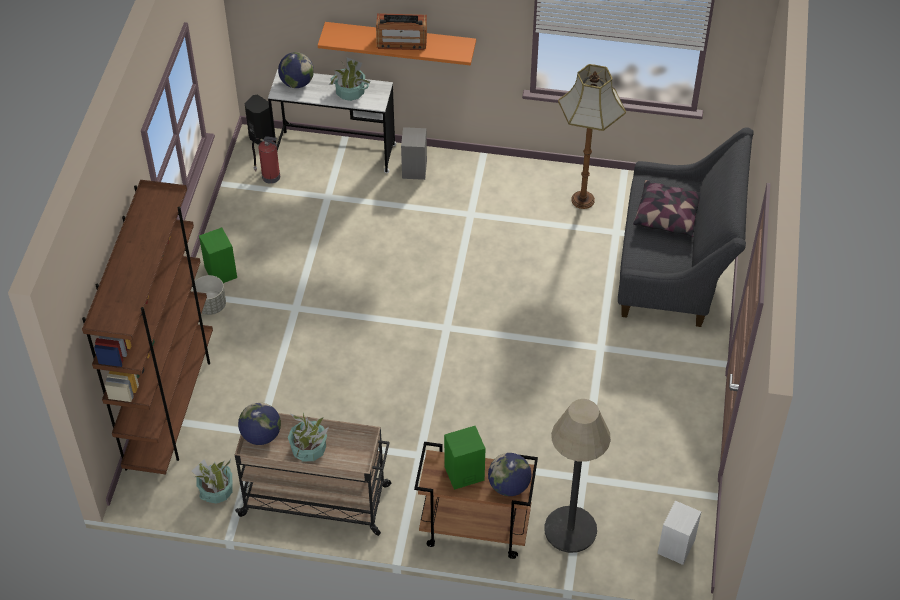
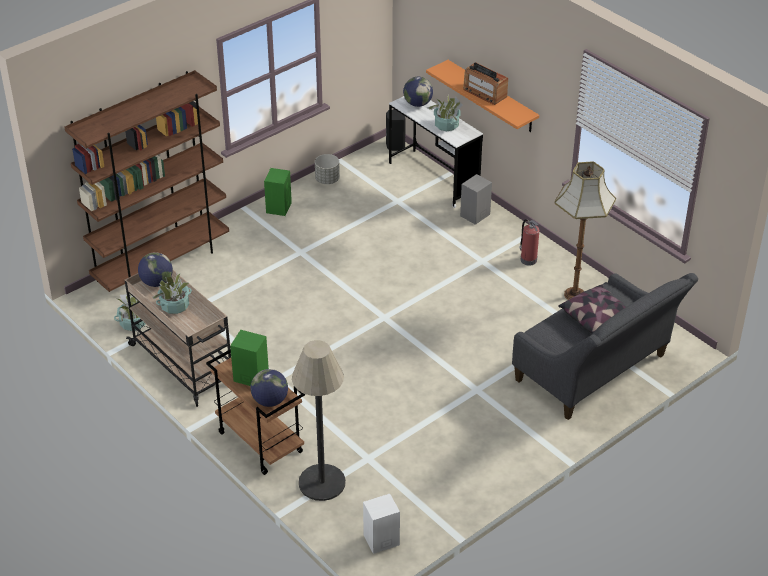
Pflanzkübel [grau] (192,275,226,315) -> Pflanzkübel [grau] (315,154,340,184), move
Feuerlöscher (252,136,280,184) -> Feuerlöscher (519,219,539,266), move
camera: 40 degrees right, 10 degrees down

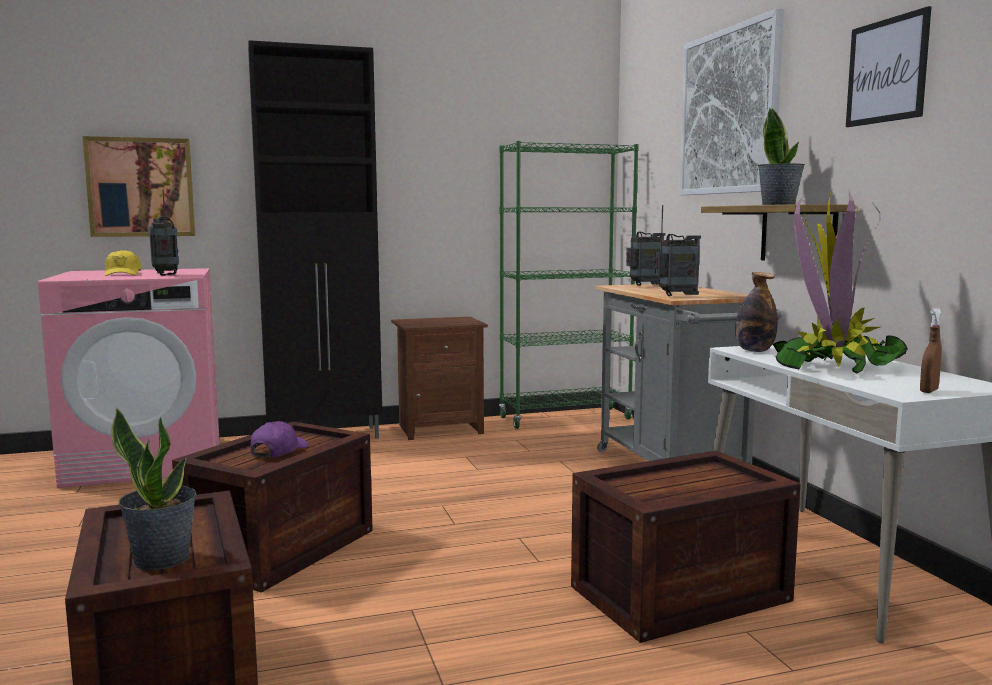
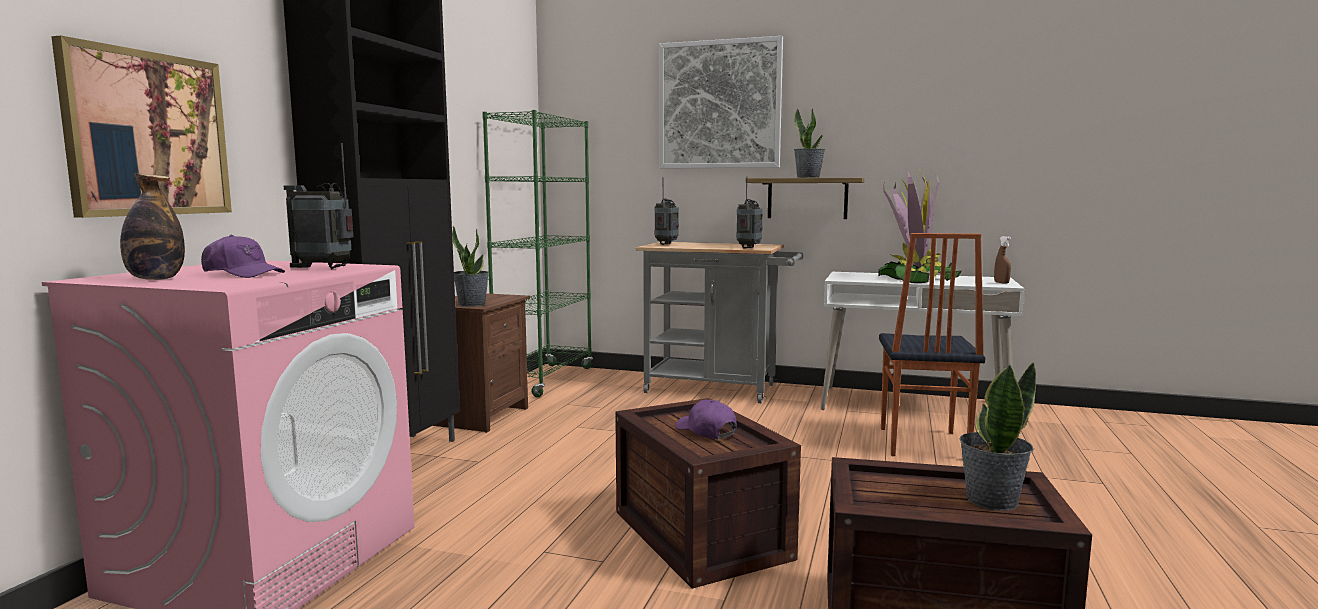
Bild (846,6,931,127) -> none
none -> Topfpflanze (452,226,489,307)
Flasche (735,272,778,352) -> Flasche (120,173,185,280), move
Kiste (571,451,801,643) -> Stuhl (879,233,986,456)
Kappe [gelb] (105,249,141,276) -> Kappe [lila] (201,235,285,278)
camera: 55 degrees left, 0 degrees up

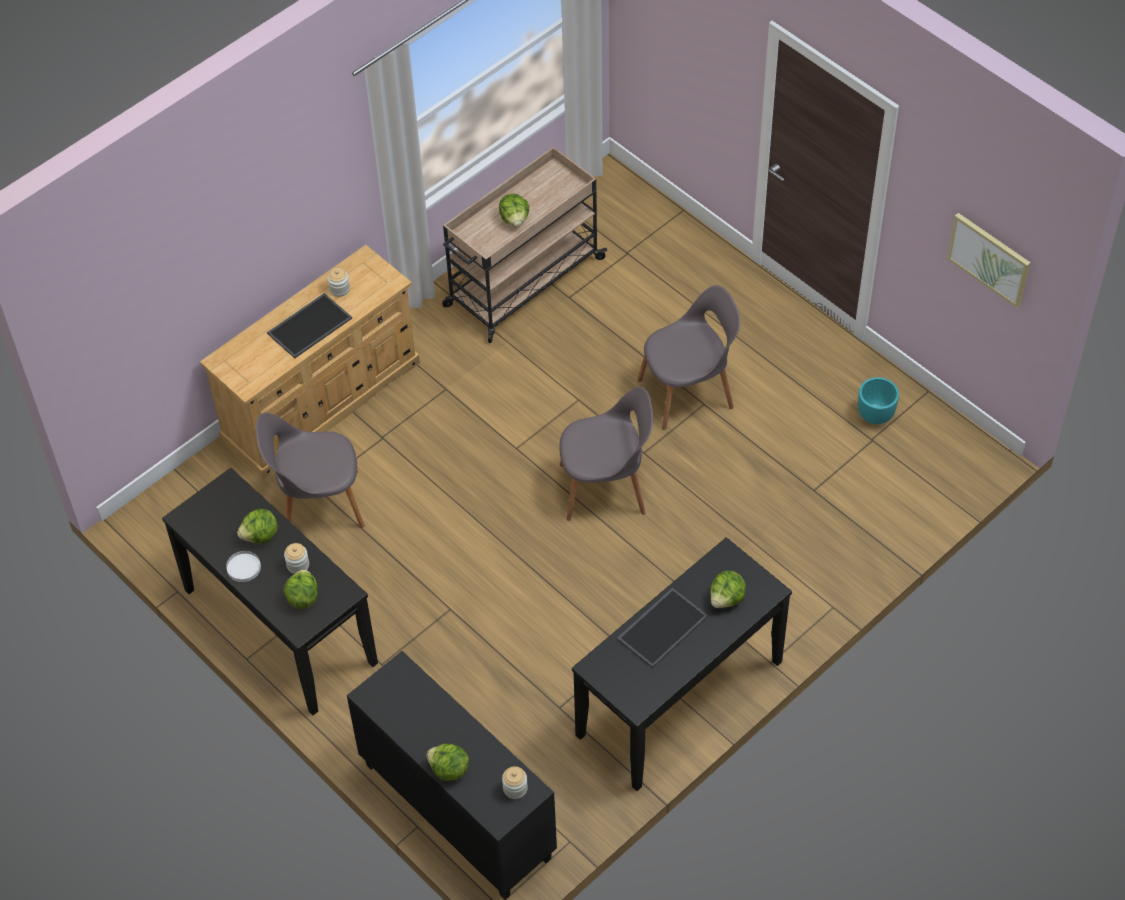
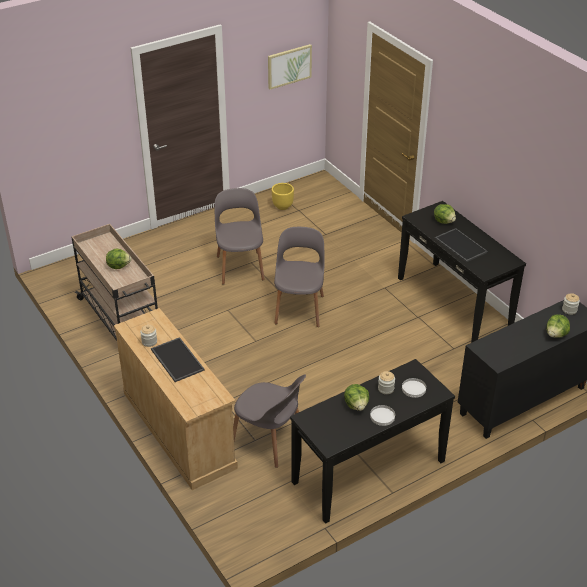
Salatkopf (283,569,318,609) -> Teller [weiß] (402,378,426,398)
Pflanzkübel [türkis] (858,377,899,424) -> Pflanzkübel [gelb] (272,183,294,210)
Stuhl [grau] (256,413,365,528) -> Stuhl [grau] (233,374,306,468), 60 degrees counterclockwise
camera: 80 degrees left, 15 degrees down

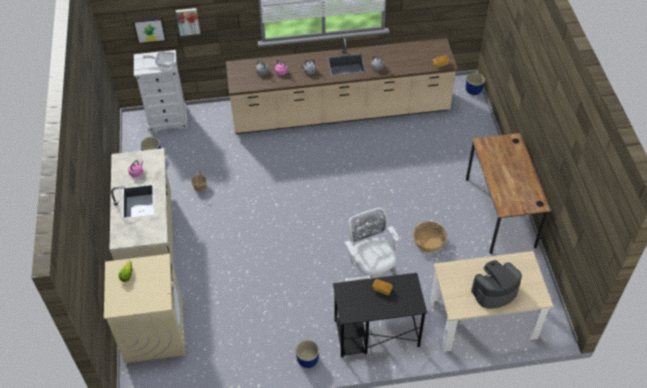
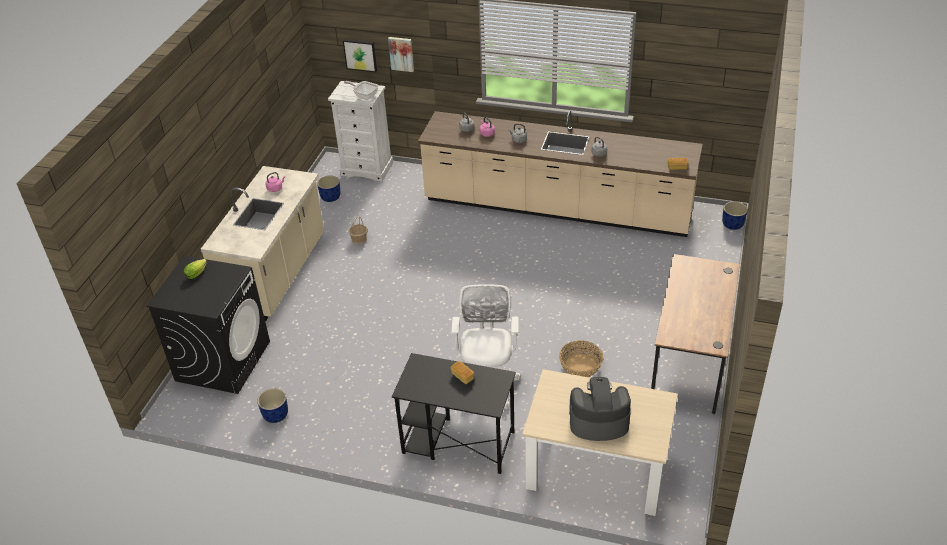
Pflanzkübel [blau] (296,340,319,368) -> Pflanzkübel [blau] (257,388,288,423), move
Waschmaschine [beige] (104,254,185,363) -> Waschmaschine [schwarz] (146,256,270,394)
camera: 25 degrees right, 10 degrees down

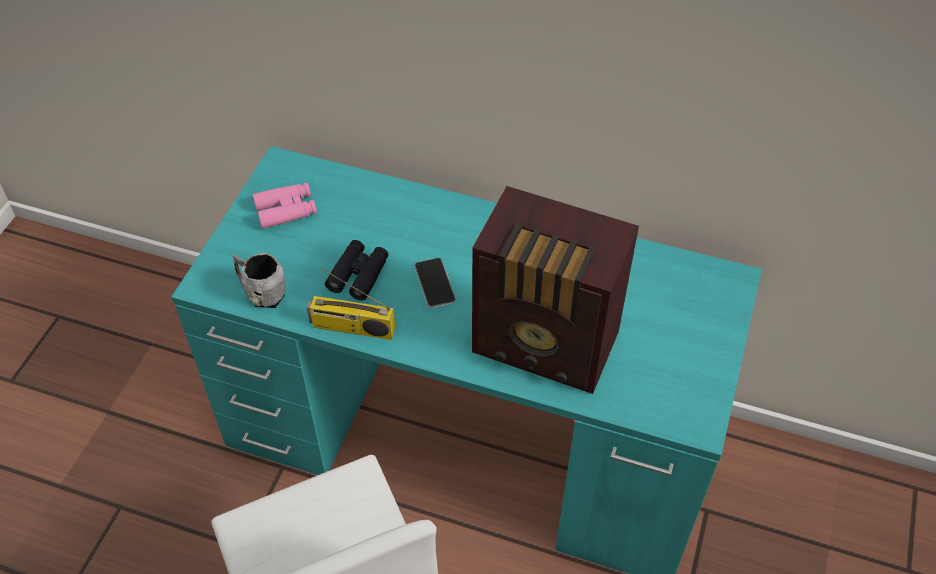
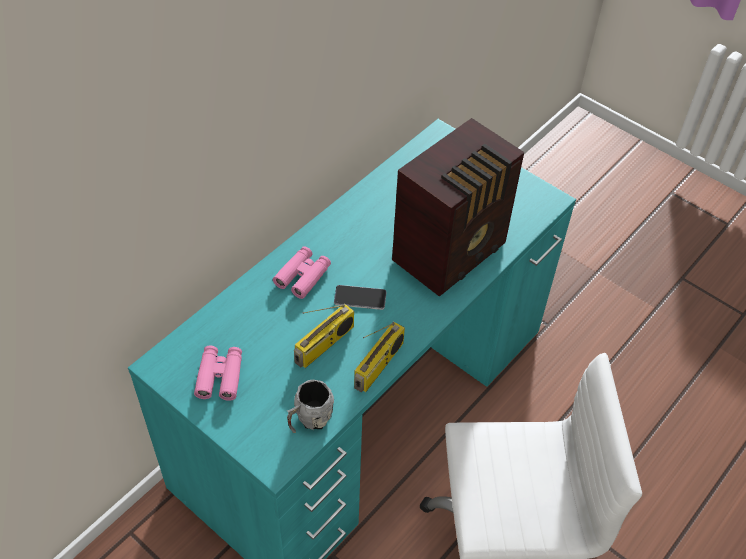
none -> Fernglas [rosa] (273,246,331,299)
Fernglas [schwarz] (325,240,389,301) -> Radio (294,304,354,368)
camera: 70 degrees left, 0 degrees up

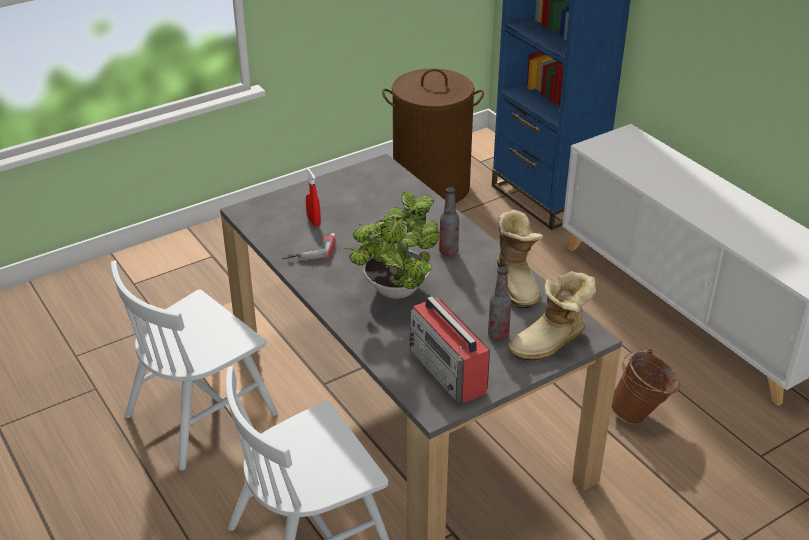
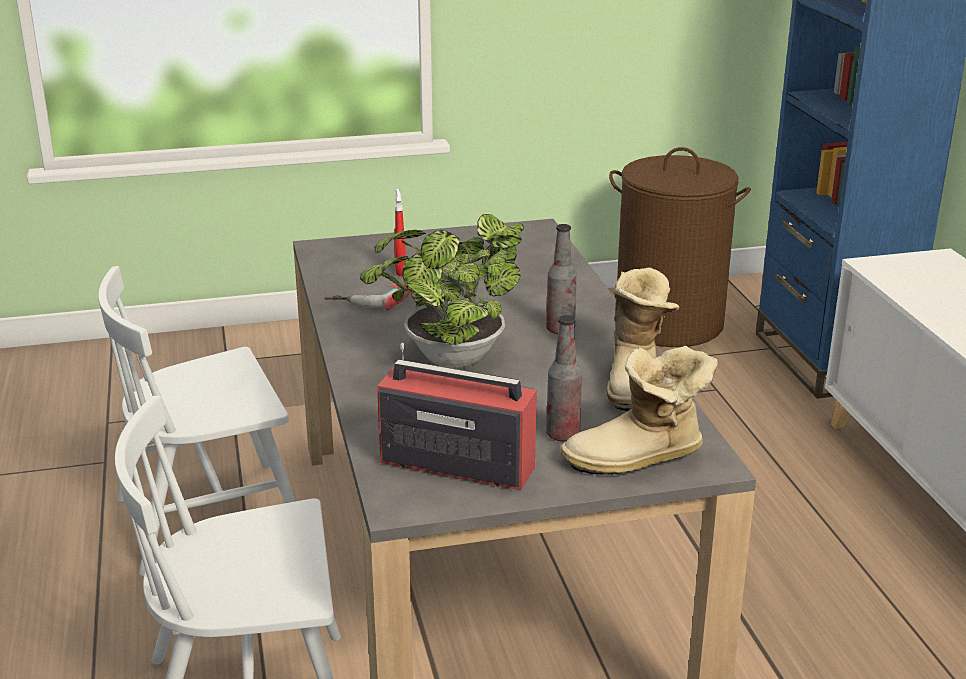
Eimer [braun] (611,349,680,424) -> none
Radio (409,296,490,404) -> Radio (377,343,537,490), 120 degrees clockwise
camera: 20 degrees right, 10 degrees down

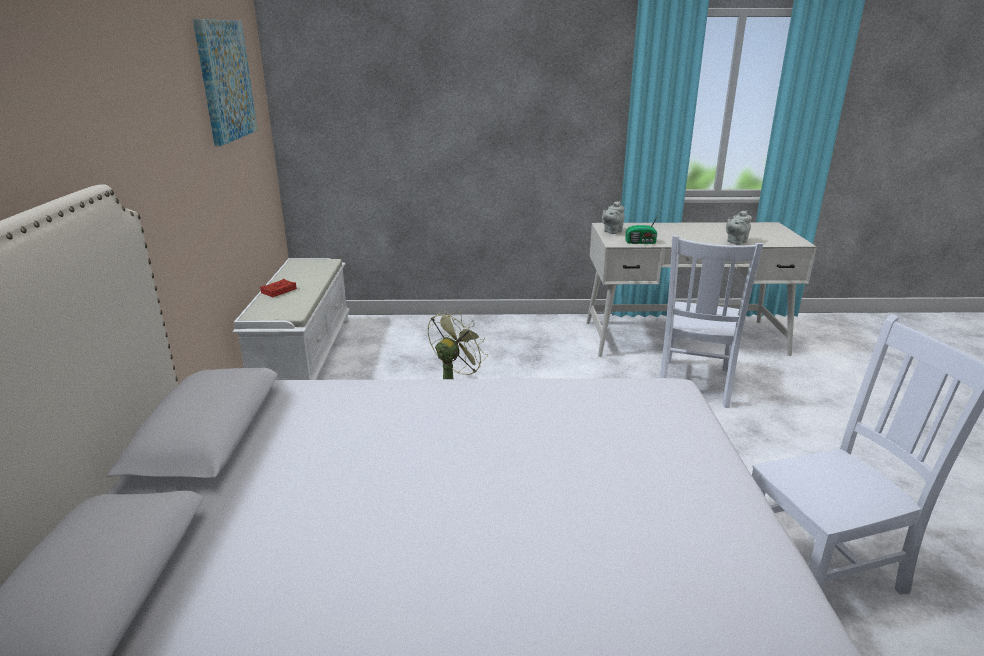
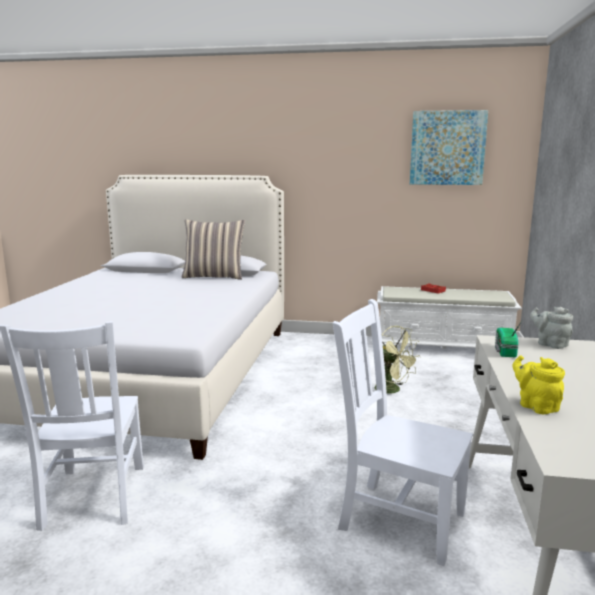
none -> Kissen (182,219,245,280)
Teekanne [grau] (726,210,752,245) -> Teekanne [gelb] (512,355,565,414)
camera: 100 degrees right, 10 degrees down

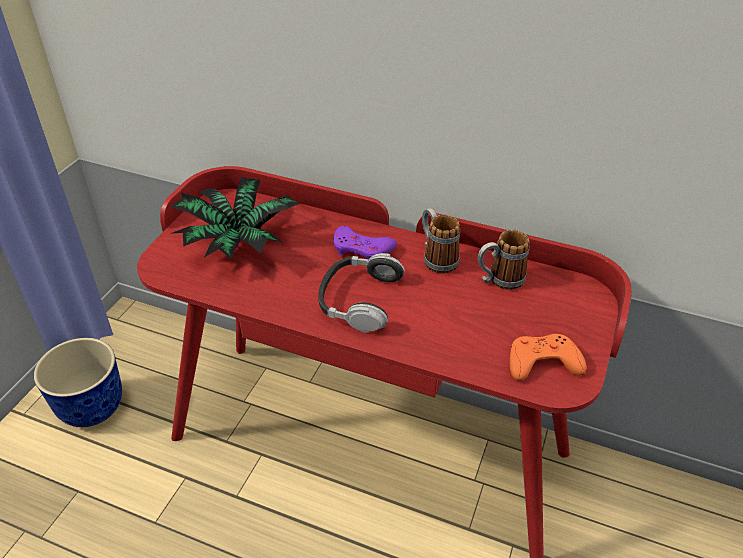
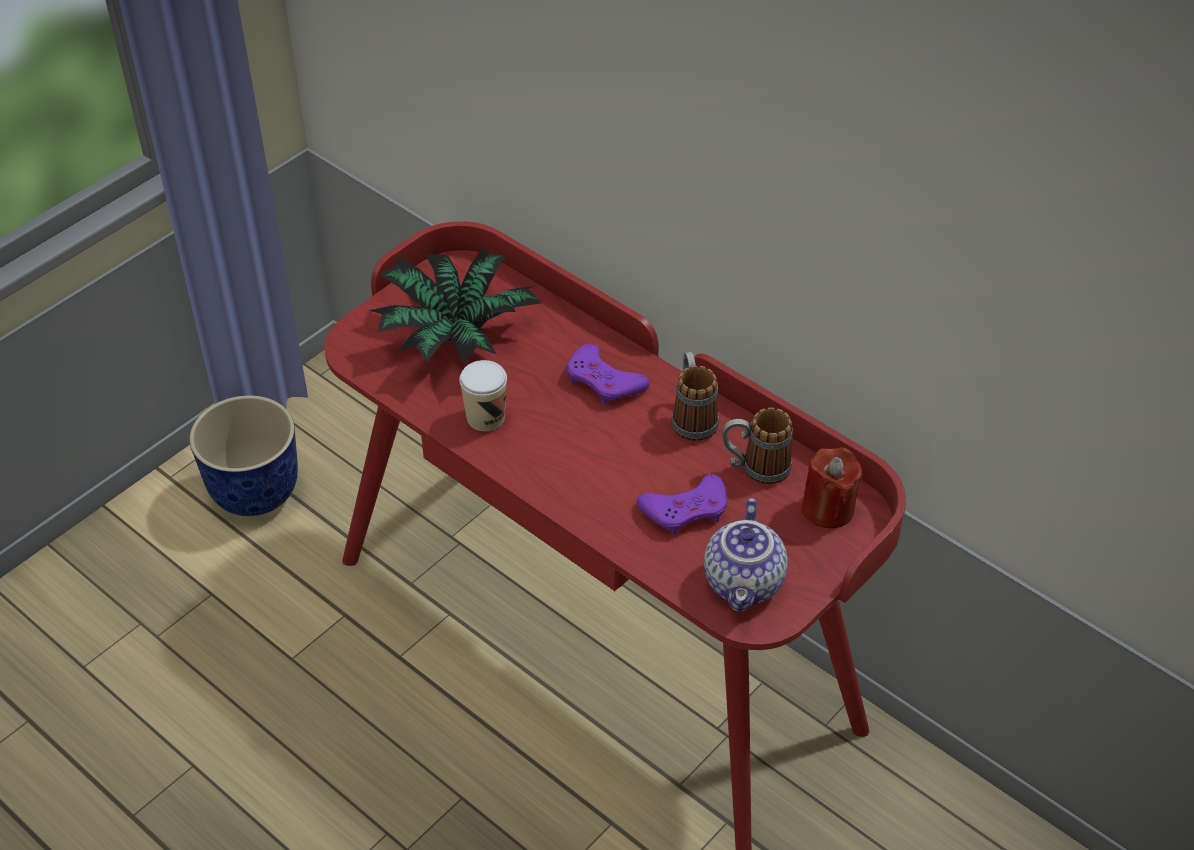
Kopfhörer (318,253,405,333) -> none
none -> Tasse (459,360,507,432)
none -> Gamepad [lila] (637,474,727,536)
none -> Kerze [rot] (801,447,863,529)
Gamepad [orange] (510,334,586,381) -> Teekanne (704,498,788,612)
camera: 20 degrees right, 5 degrees up

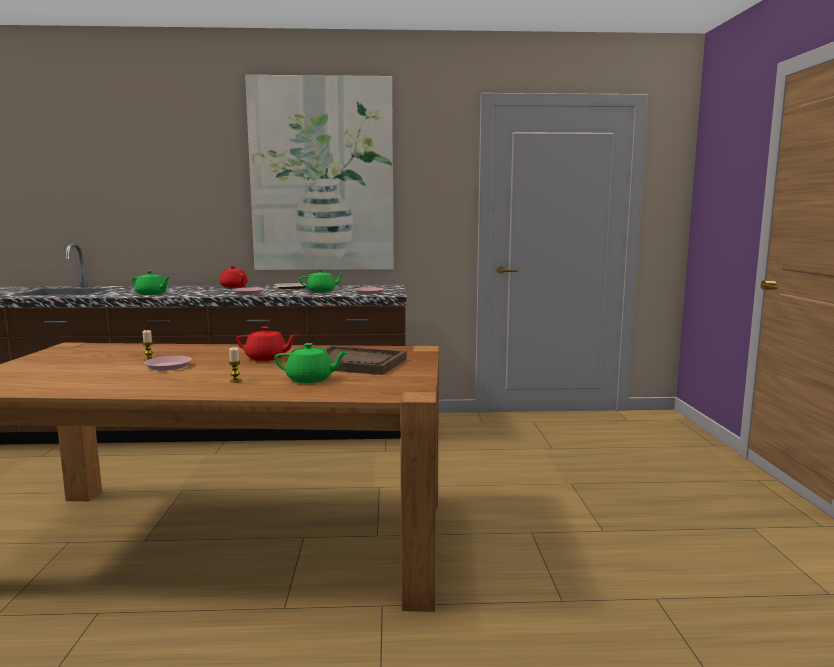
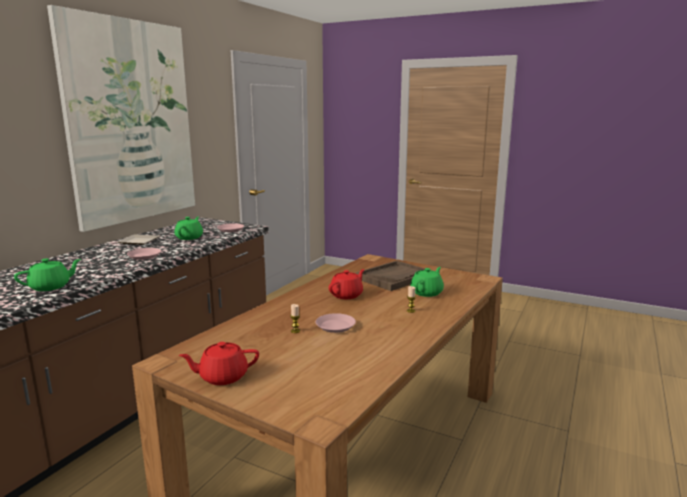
Teekanne [rot] (219,266,248,288) -> Teekanne [rot] (179,342,259,385), move
camera: 60 degrees left, 5 degrees up

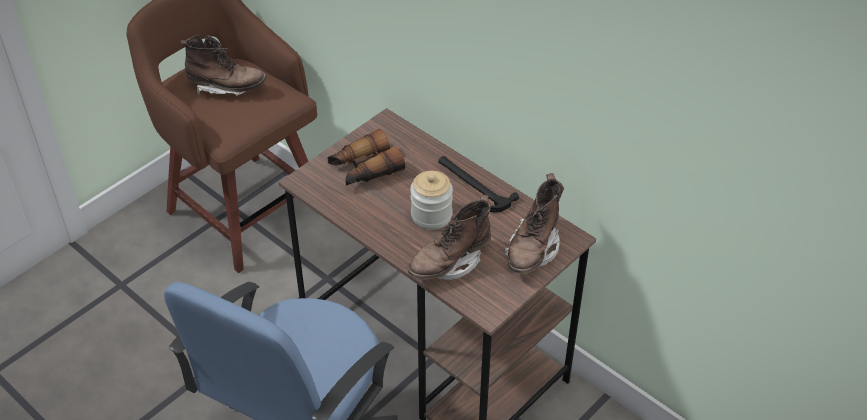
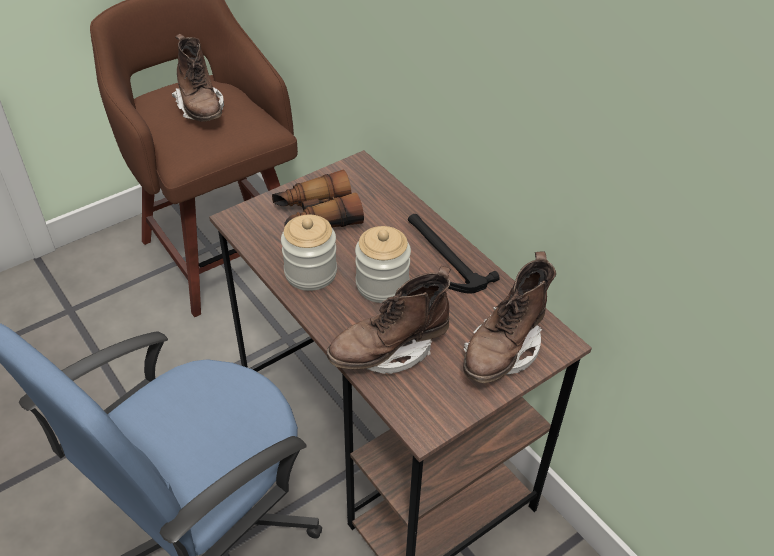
none -> Vorratsglas (281,215,337,291)
Stiefel [braun] (180,35,266,96) -> Stiefel [braun] (172,34,224,122), 45 degrees clockwise
camera: 10 degrees right, 0 degrees up

